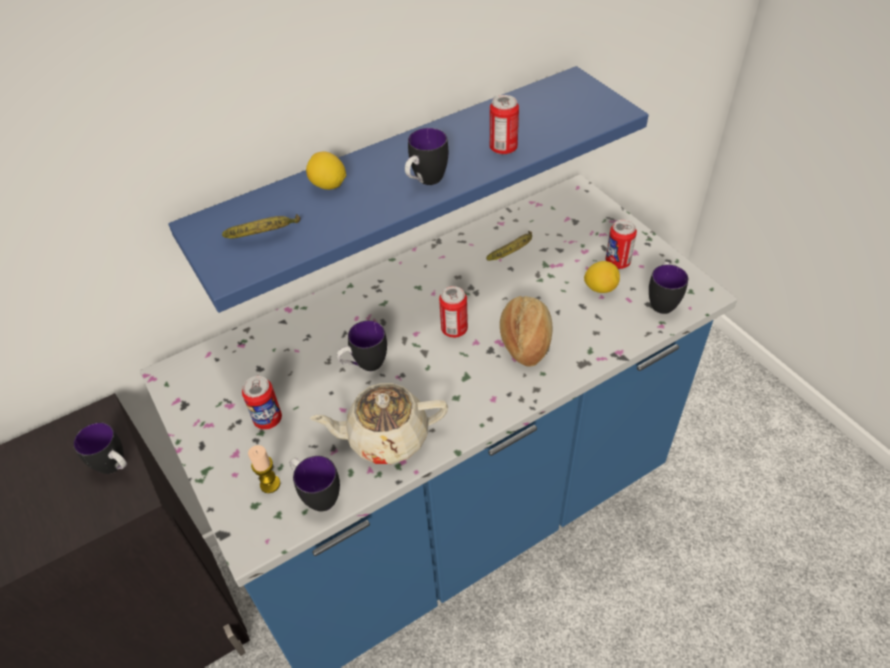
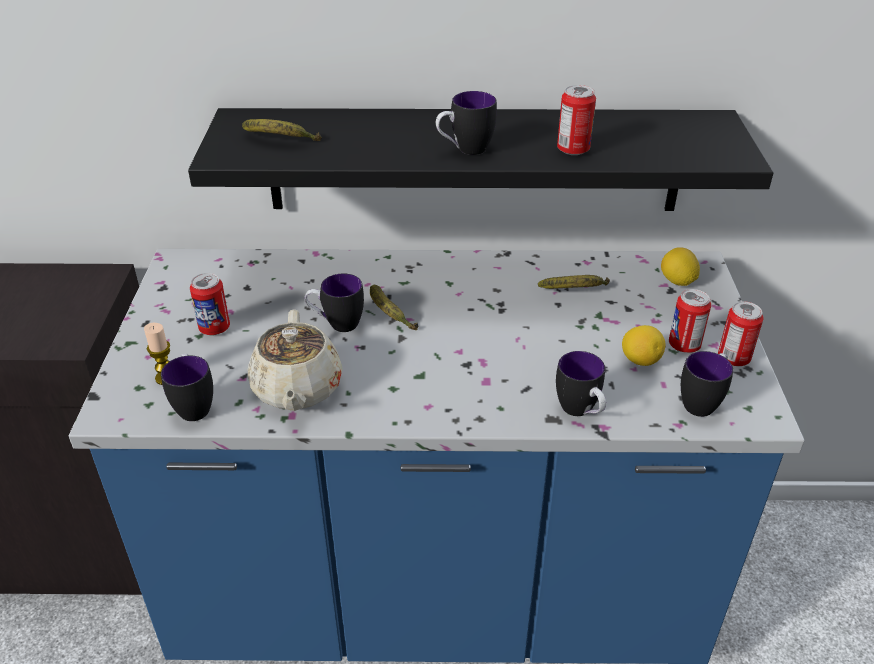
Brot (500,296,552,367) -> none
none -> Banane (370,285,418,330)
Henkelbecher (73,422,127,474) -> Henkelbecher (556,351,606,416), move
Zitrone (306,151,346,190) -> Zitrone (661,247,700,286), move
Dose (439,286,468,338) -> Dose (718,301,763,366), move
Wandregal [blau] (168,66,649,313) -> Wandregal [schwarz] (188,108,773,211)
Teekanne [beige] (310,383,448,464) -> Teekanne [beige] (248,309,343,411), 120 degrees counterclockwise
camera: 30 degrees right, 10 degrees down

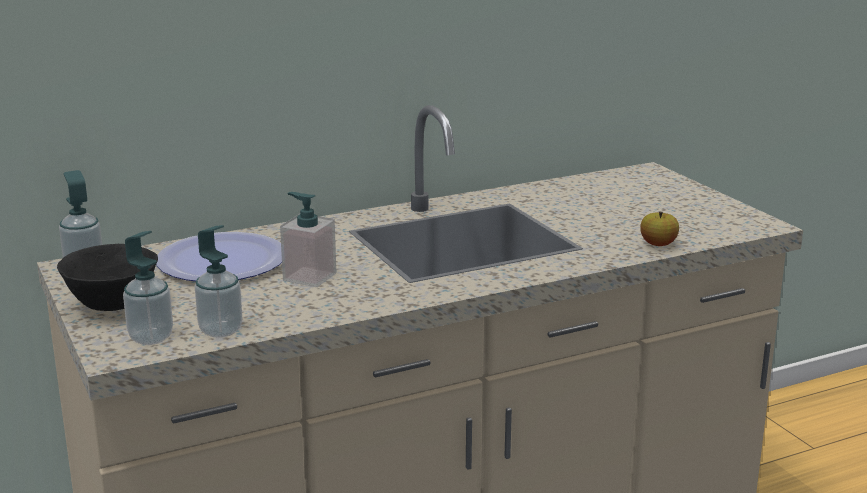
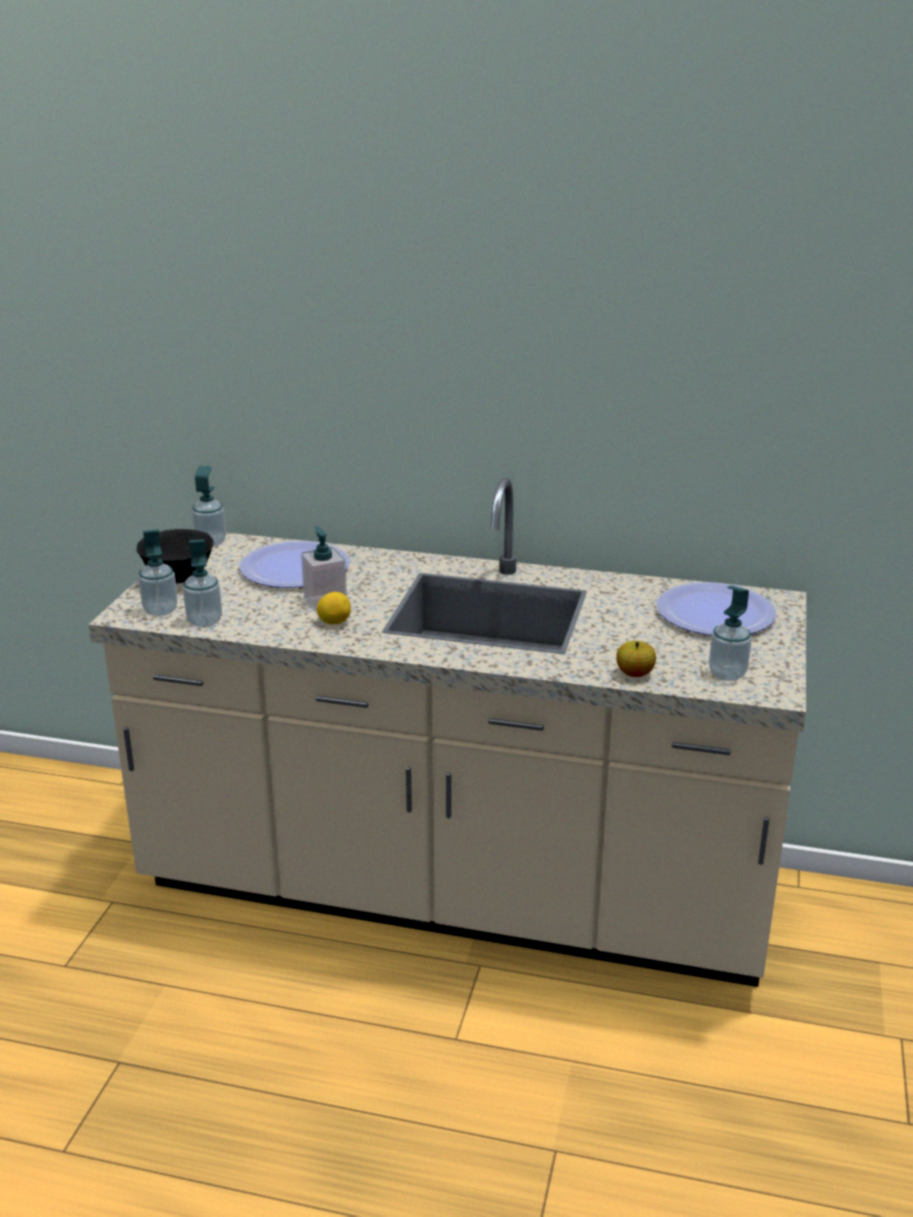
none -> Zitrone (317,592,351,624)
none -> Teller (656,582,777,635)
none -> Seifenspender (709,585,752,681)
camera: 40 degrees right, 5 degrees up

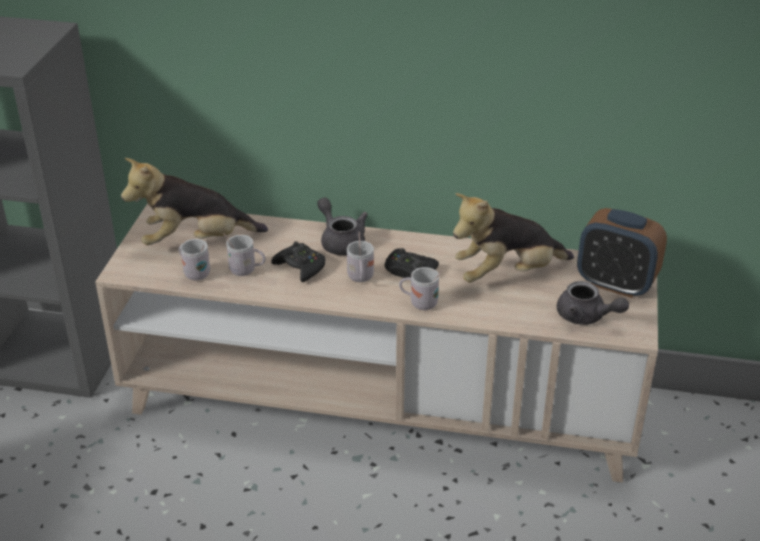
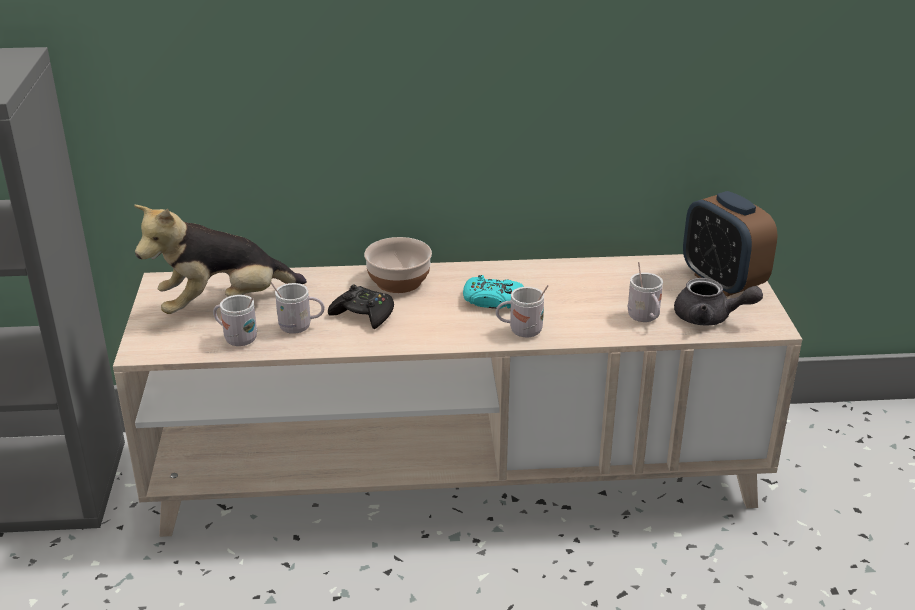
Plüschtier (453,193,574,282) -> none
Henkelbecher [weiß] (347,232,374,282) -> Henkelbecher [weiß] (628,262,663,322), move
Teekanne [grau] (317,197,368,255) -> Schüssel (364,237,432,293)
Gamepad [schwarz] (384,248,439,278) -> Gamepad [türkis] (463,275,524,309)
Wecker (577,208,667,298) -> Wecker (683,191,778,297), 45 degrees clockwise
camera: 15 degrees left, 5 degrees down

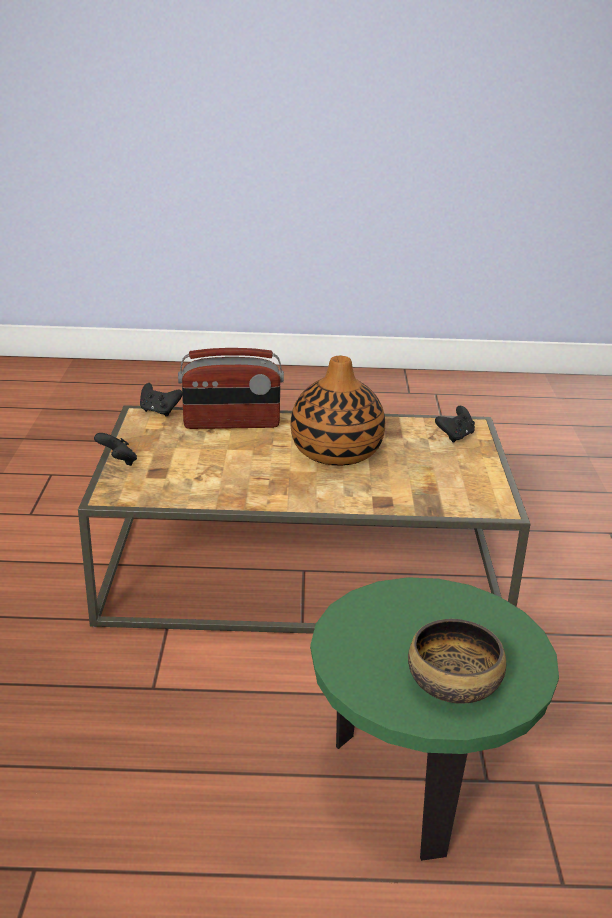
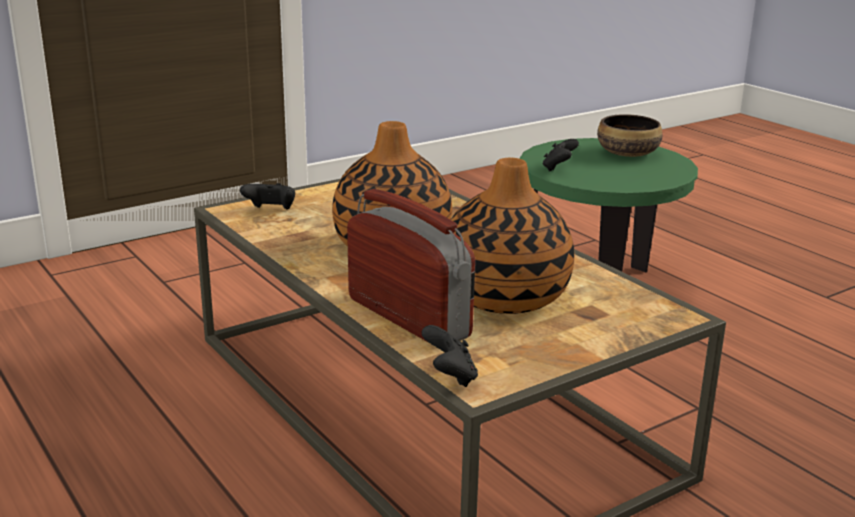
none -> Vase (451,158,574,314)
Gamepad [schwarz] (94,433,137,466) -> Gamepad [schwarz] (543,139,579,172), move
camera: 125 degrees left, 5 degrees down

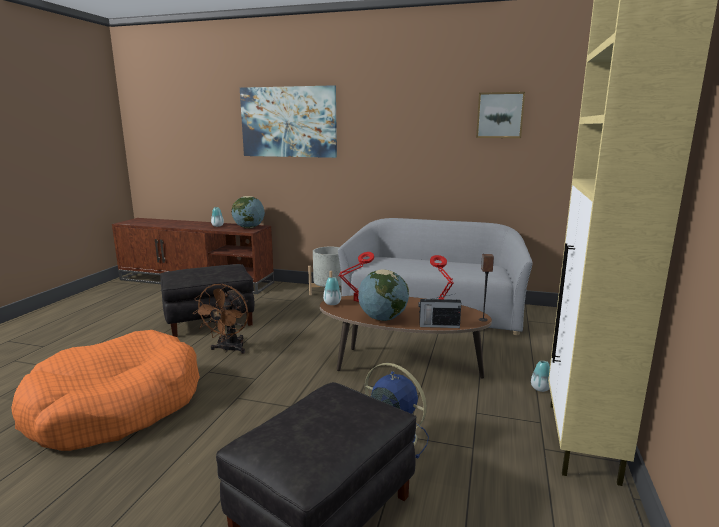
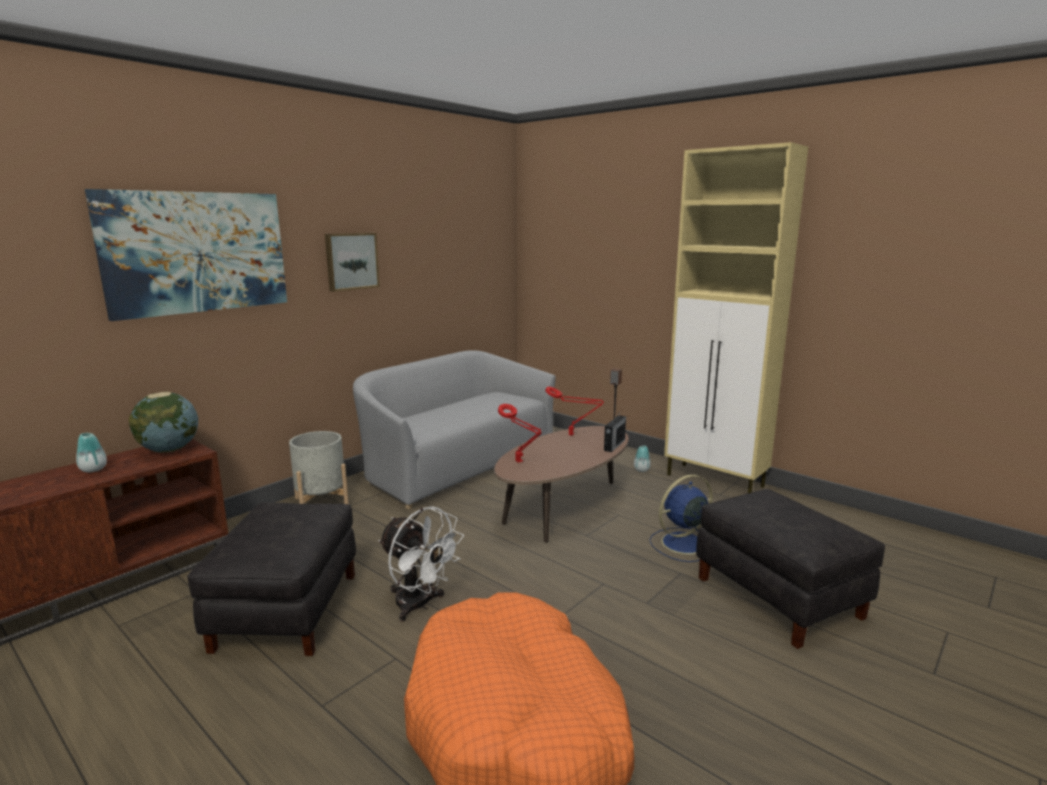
Vase (323,277,341,305) -> none
Globus (358,269,409,321) -> none
Bild (476,92,525,138) -> Bild (325,233,380,292), move
Ventilator [braun] (192,283,249,354) -> Ventilator [weiß] (378,506,464,622)
camera: 65 degrees left, 0 degrees up

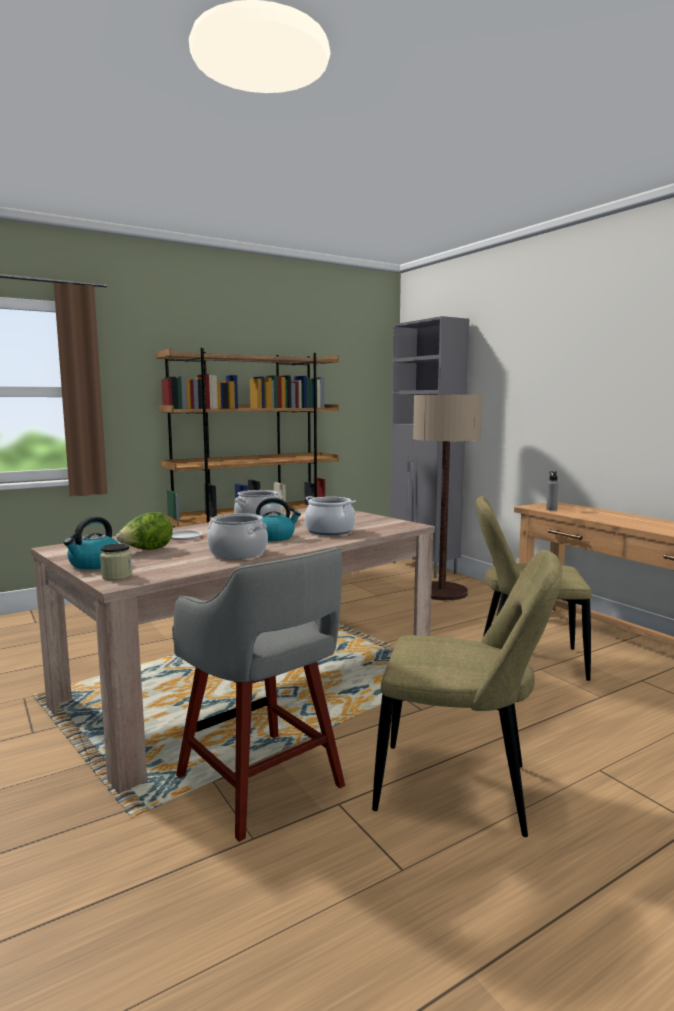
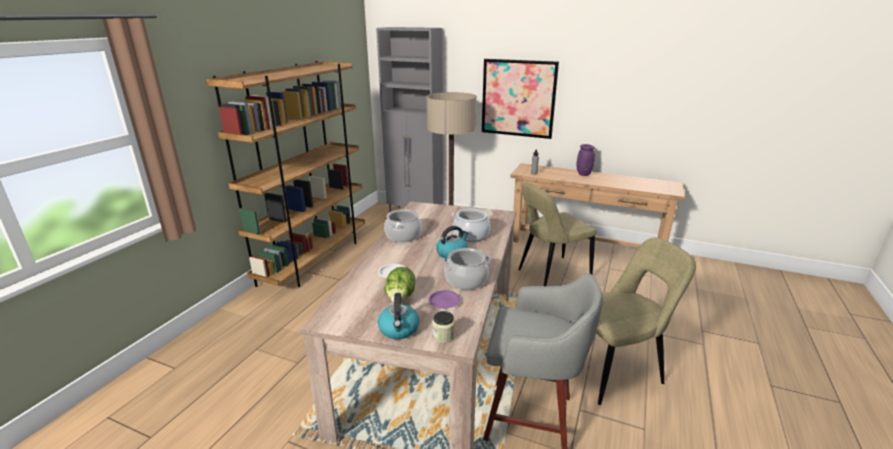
none -> Teller [lila] (428,290,461,309)
none -> Bild (482,59,559,139)
none -> Vase [lila] (576,144,595,176)
camera: 35 degrees left, 15 degrees up

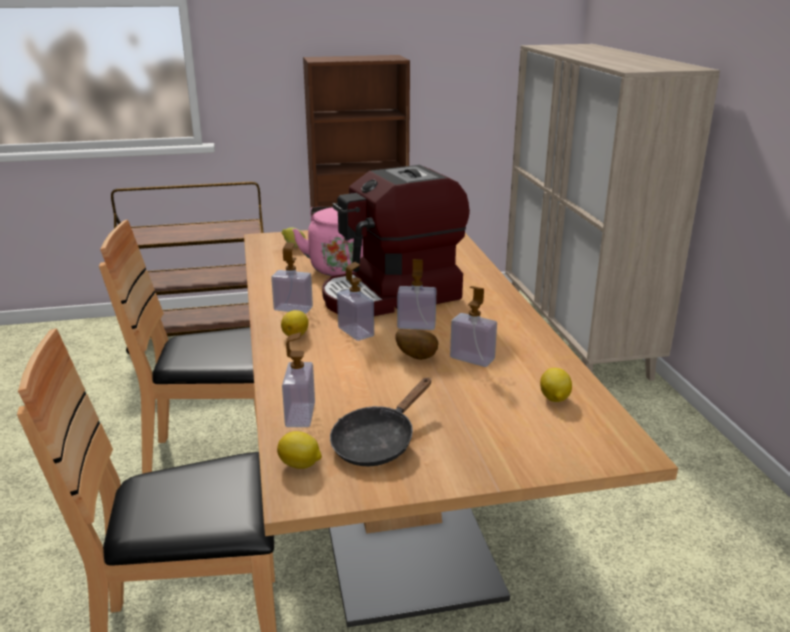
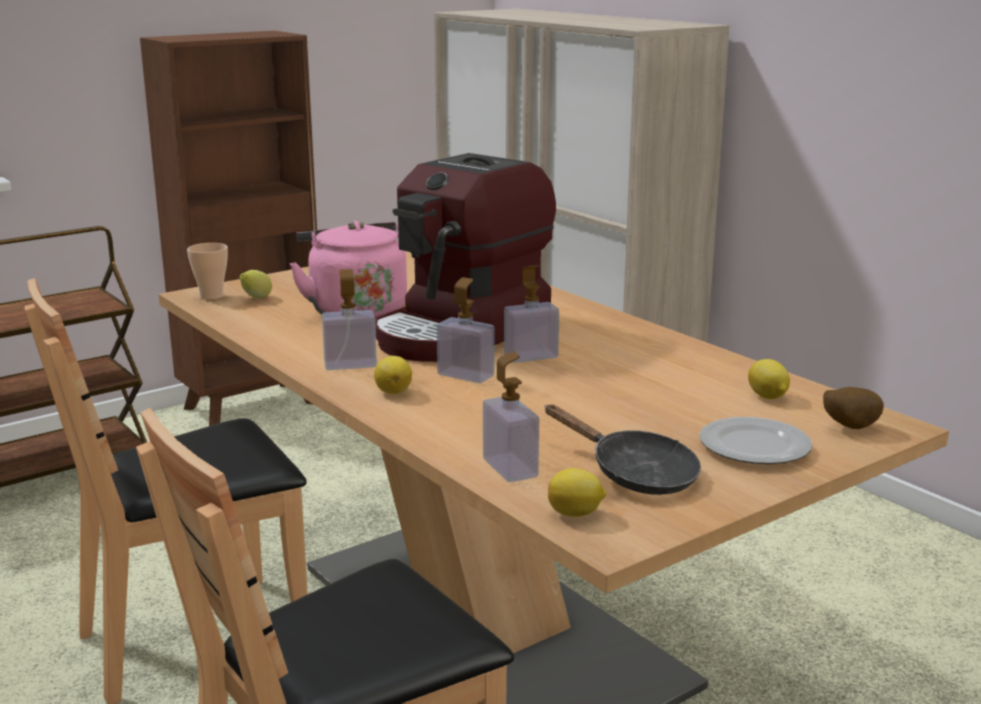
Seifenspender (450,286,497,367) -> none
none -> Tasse (187,243,228,300)
none -> Teller (699,417,813,464)
Kartoffel (396,329,438,360) -> Kartoffel (823,387,884,429), move
Pfanne [schwarz] (330,378,431,466) -> Pfanne [schwarz] (544,404,701,495), 60 degrees counterclockwise
camera: 25 degrees left, 5 degrees down

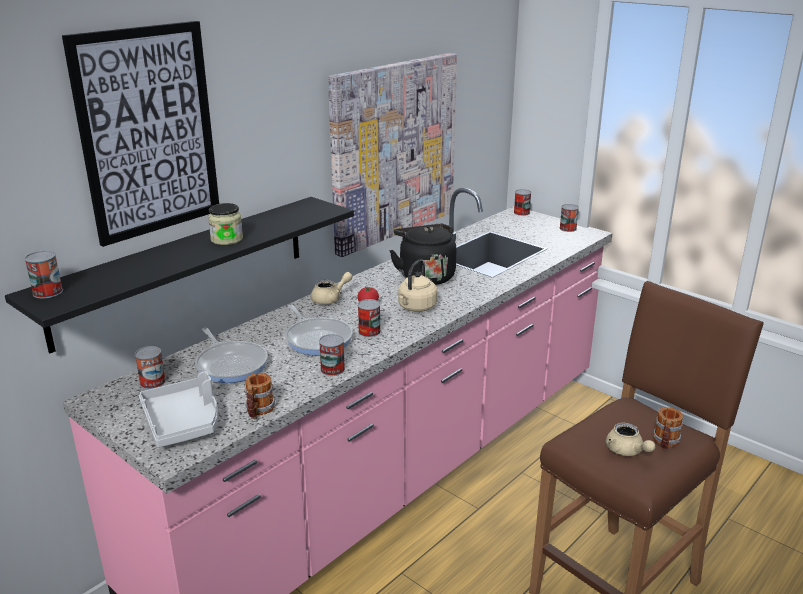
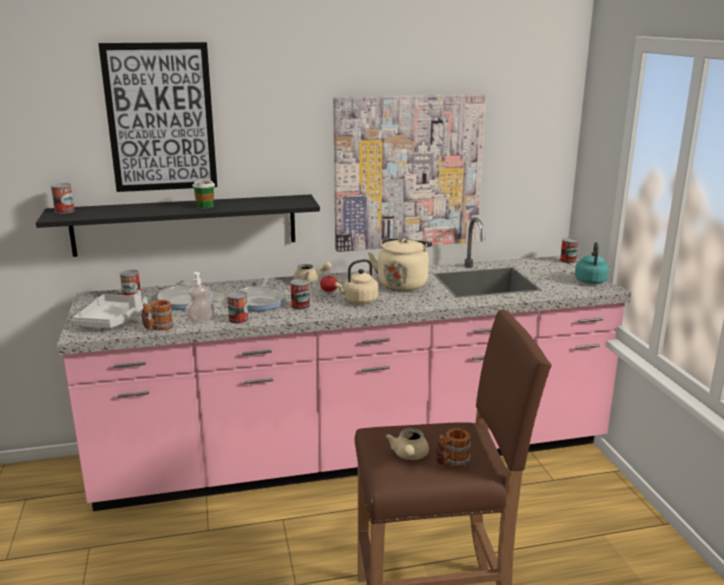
none -> Seifenspender (185,272,214,323)
Vorratsglas (208,203,243,245) -> Tasse (192,180,215,208)
Dose (560,204,579,232) -> Wasserkessel [türkis] (575,242,609,284)
Wasserkessel [schwarz] (389,224,457,285) -> Wasserkessel [beige] (368,238,432,291)
camera: 35 degrees right, 5 degrees down

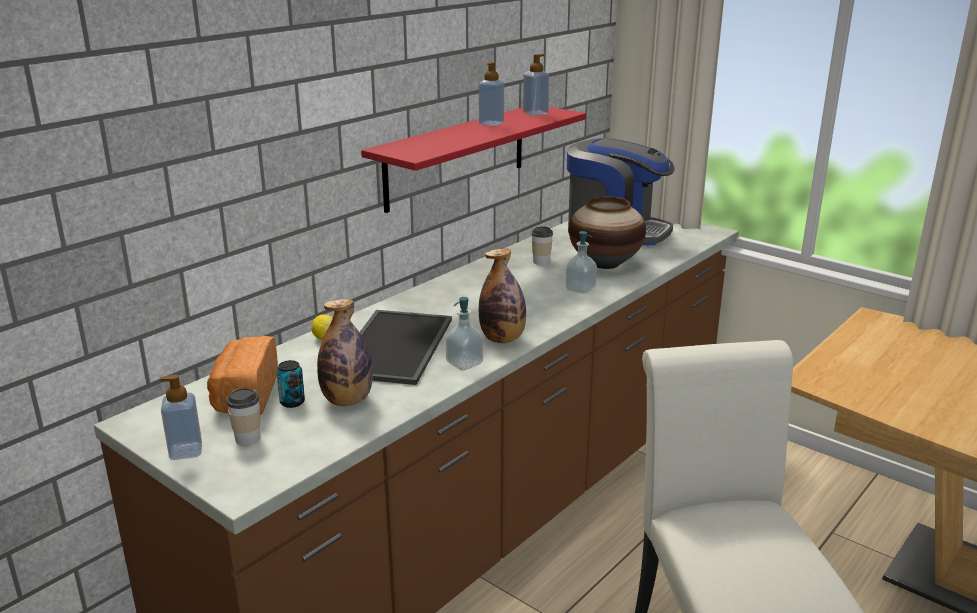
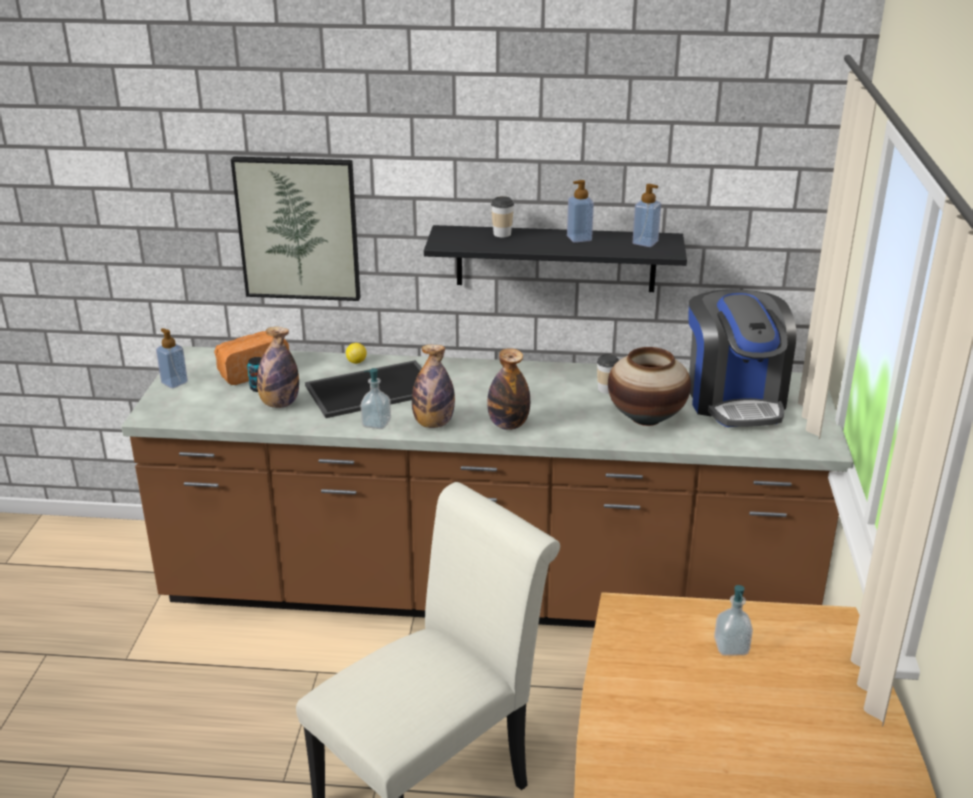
none -> Bild (231,157,360,301)
none -> Flasche (487,348,530,430)
Tasse (226,388,260,445) -> Tasse (491,196,514,237), move
Seifenspender (566,231,597,294) -> Seifenspender (714,585,753,656), move
Wandregal [rot] (361,107,586,213) -> Wandregal [schwarz] (424,225,687,292)
camera: 55 degrees right, 5 degrees up

